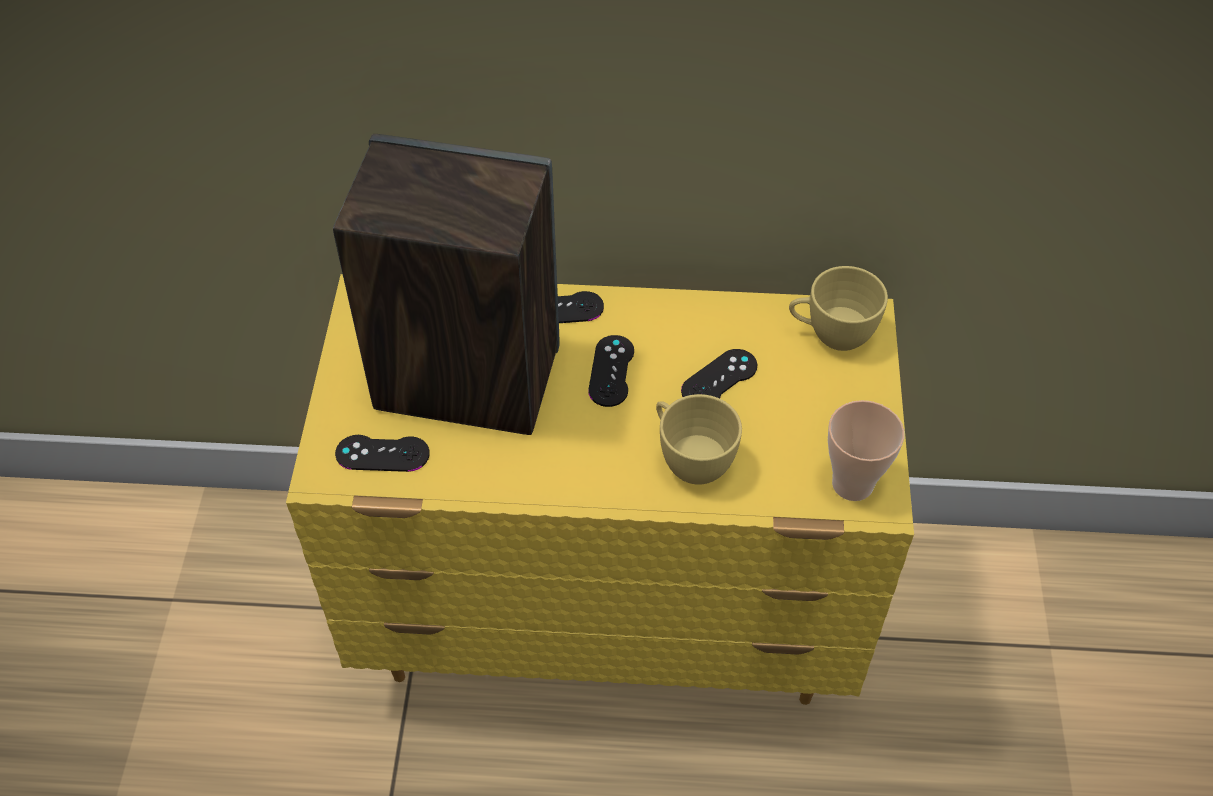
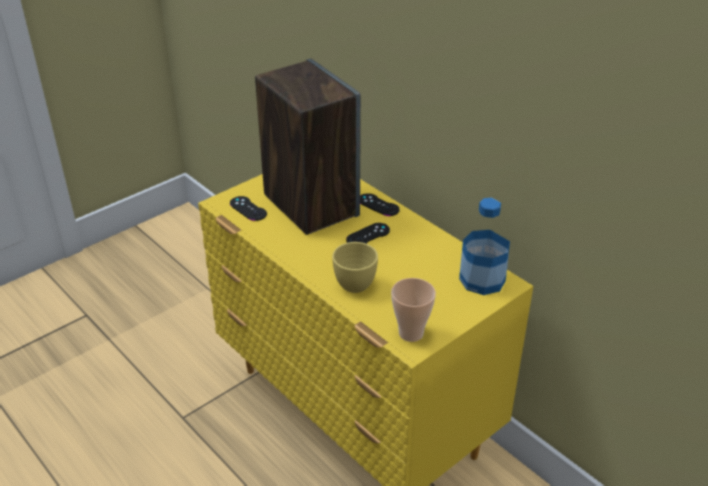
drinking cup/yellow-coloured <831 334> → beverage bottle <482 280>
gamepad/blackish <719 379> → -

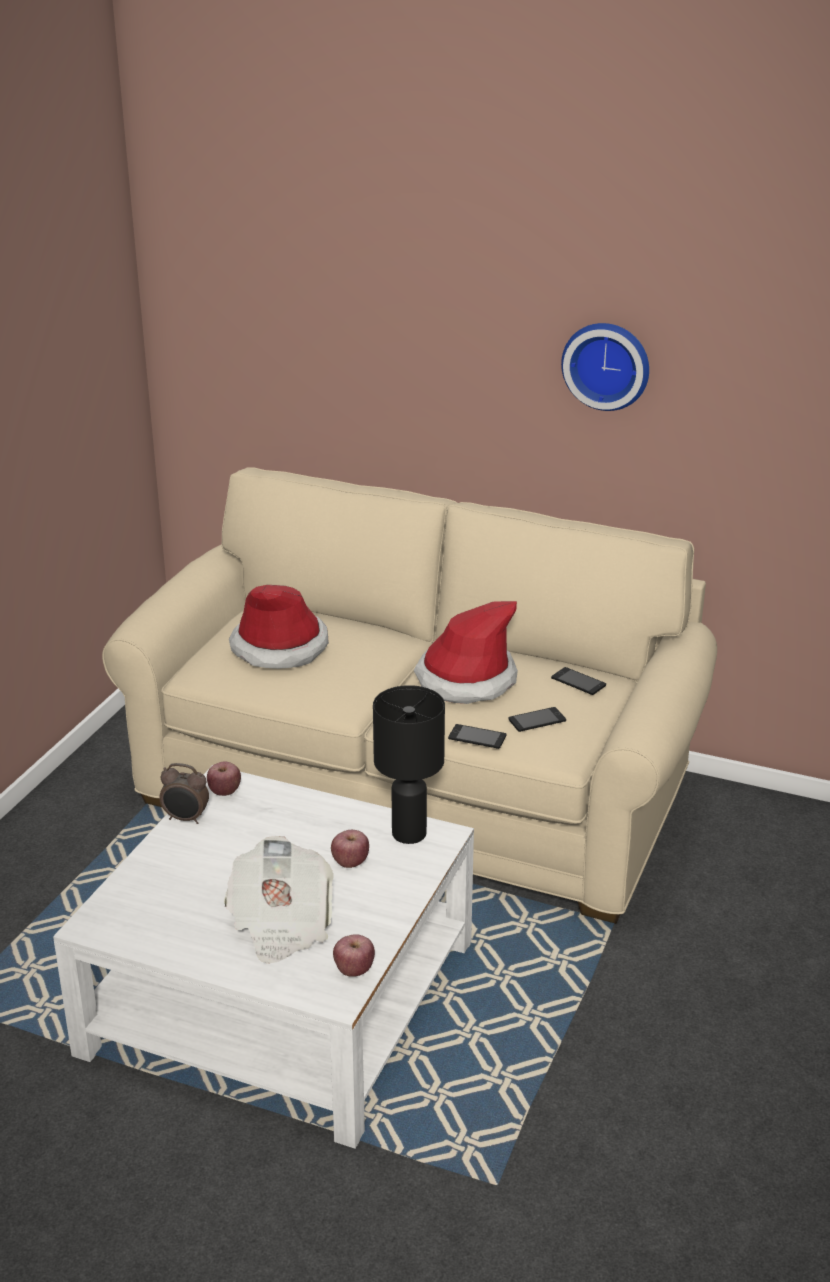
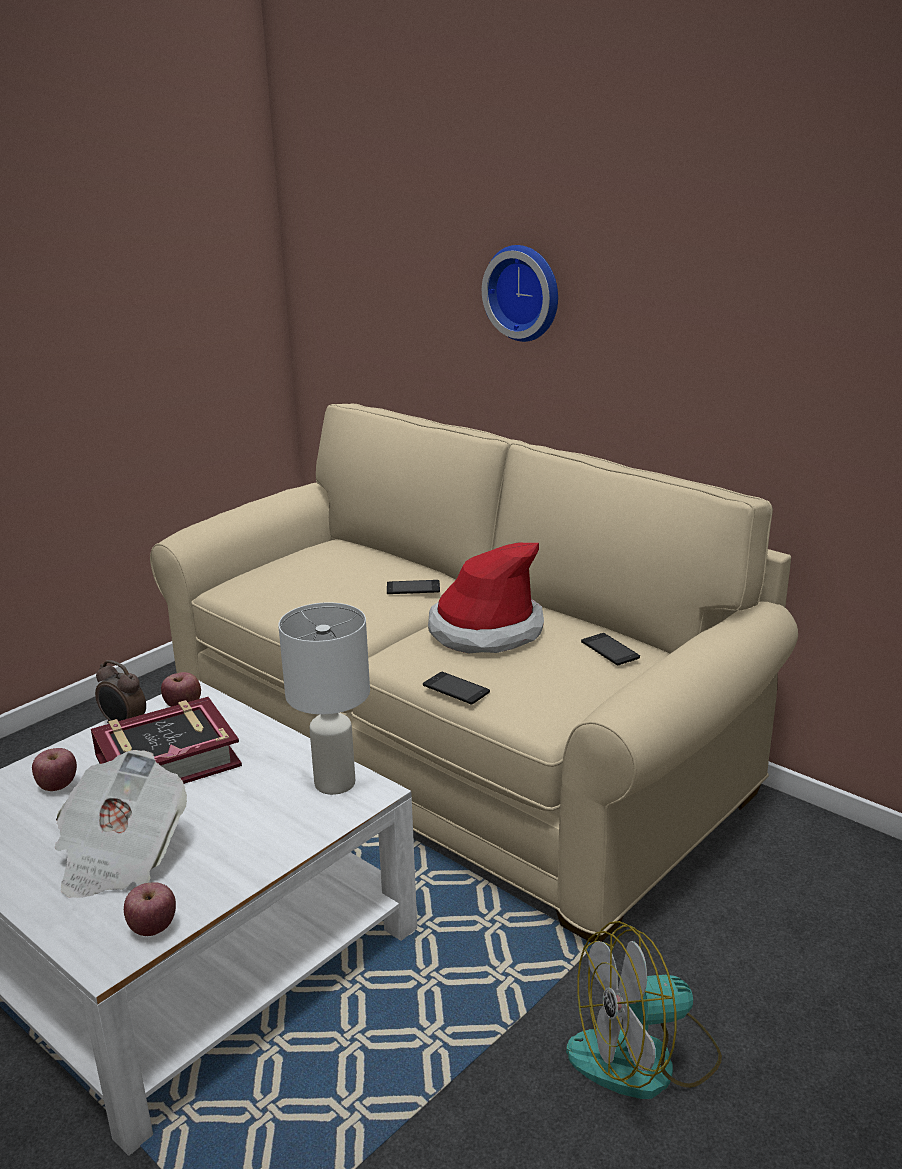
clock on the wall <607 364> → clock on the wall <525 292>, relocated
hat <279 647> → -
table lamp/blackish <409 834> → table lamp/whitish <334 783>
handset <537 720> → handset <413 588>, relocated
apple <350 862> → apple <58 786>, relocated
- → volume <167 760>
- → fan <644 1057>

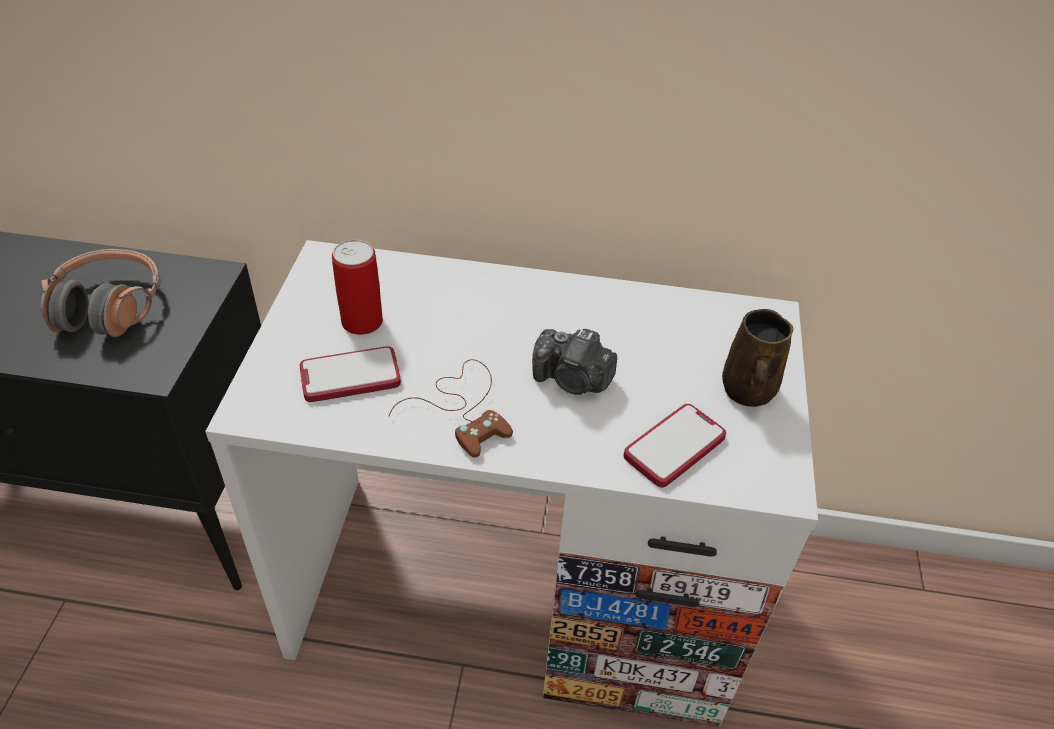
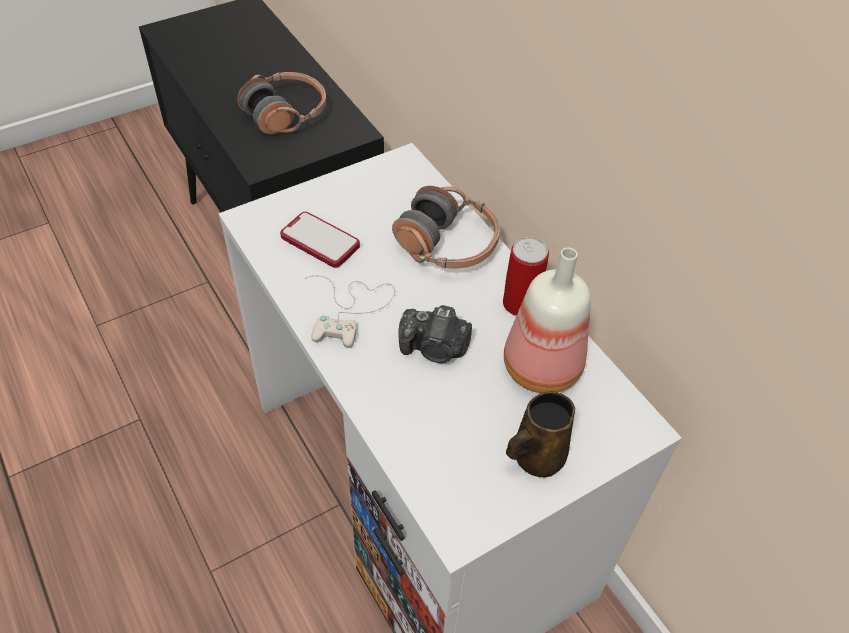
can <362 321> → can <520 303>, relocated
still camera <572 380> → still camera <434 348>, 60 degrees counterclockwise
gamepad/brown-coloured <463 407> → gamepad/whitish <350 309>
handset <674 447> → -
- → pair of headphones <447 244>
- → beverage bottle <542 369>

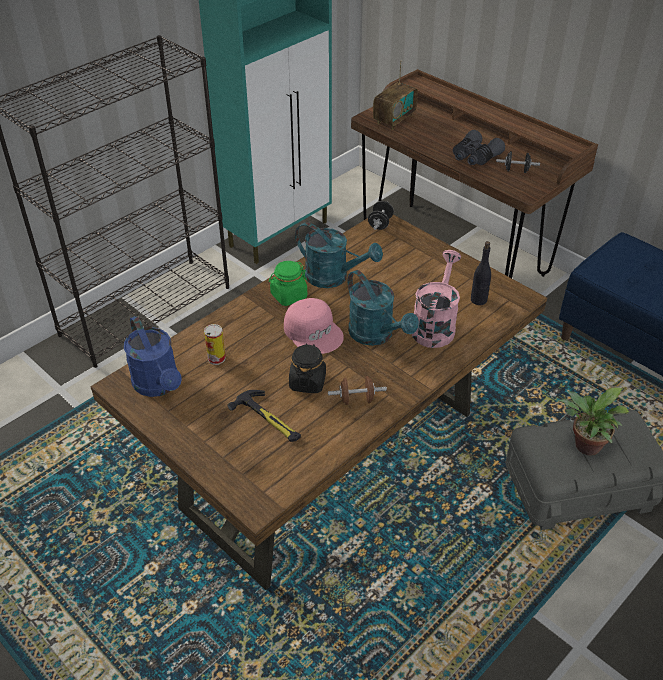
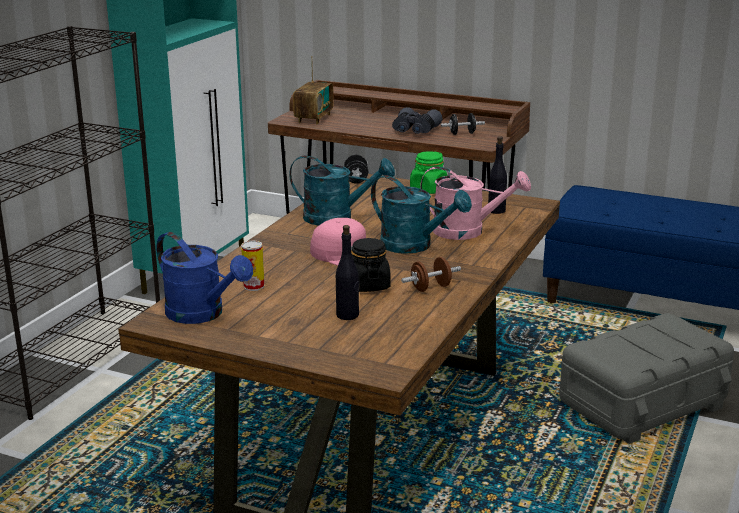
watering can/pink <435 325> → watering can/pink <468 231>, 105 degrees clockwise
preserve jar/green <288 296> → preserve jar/green <428 189>, relocated
houseplant <584 447> → -
hand hammer <268 419> → beverage bottle/blackish <348 315>

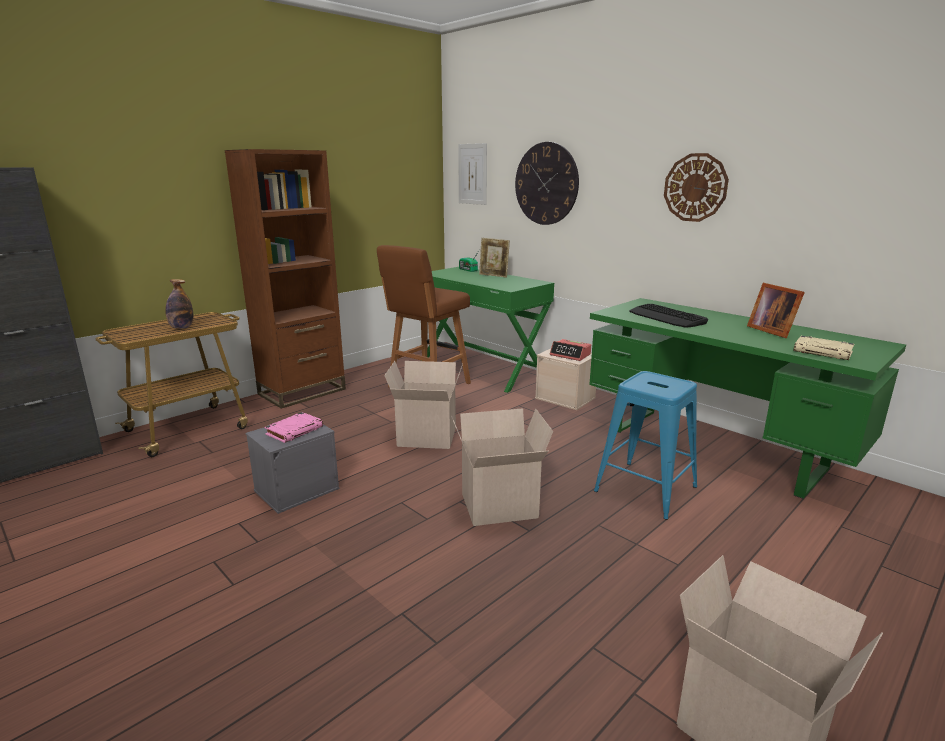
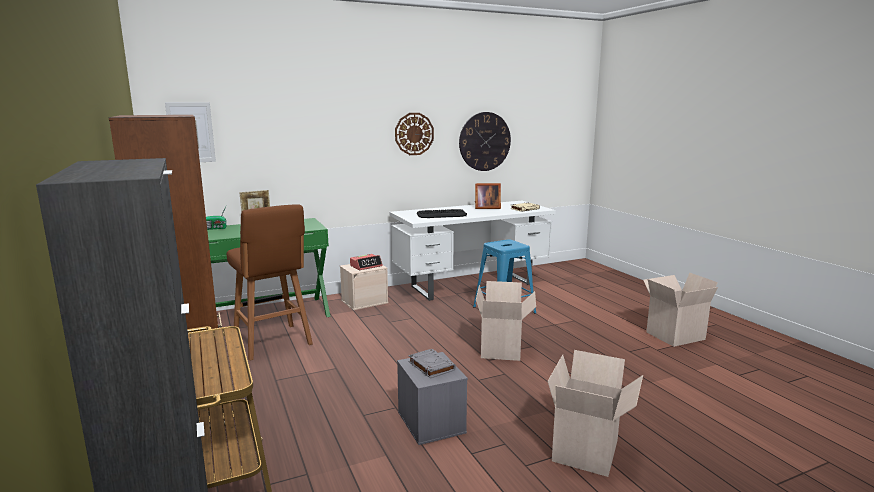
clock on the wall <546 184> → clock on the wall <484 141>, relocated
beverage bottle <181 328> → -
desk unit/green <715 448> → desk unit/whitish <471 285>
packing box <425 438> → packing box <587 452>, relocated
volume/pink <295 430> → volume/gray <431 366>

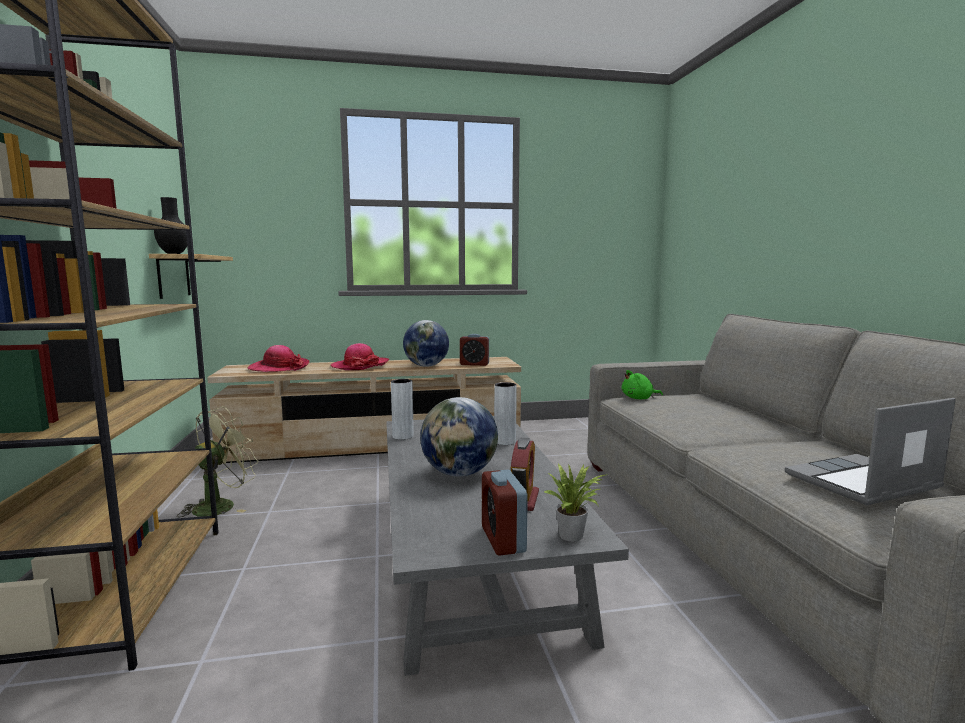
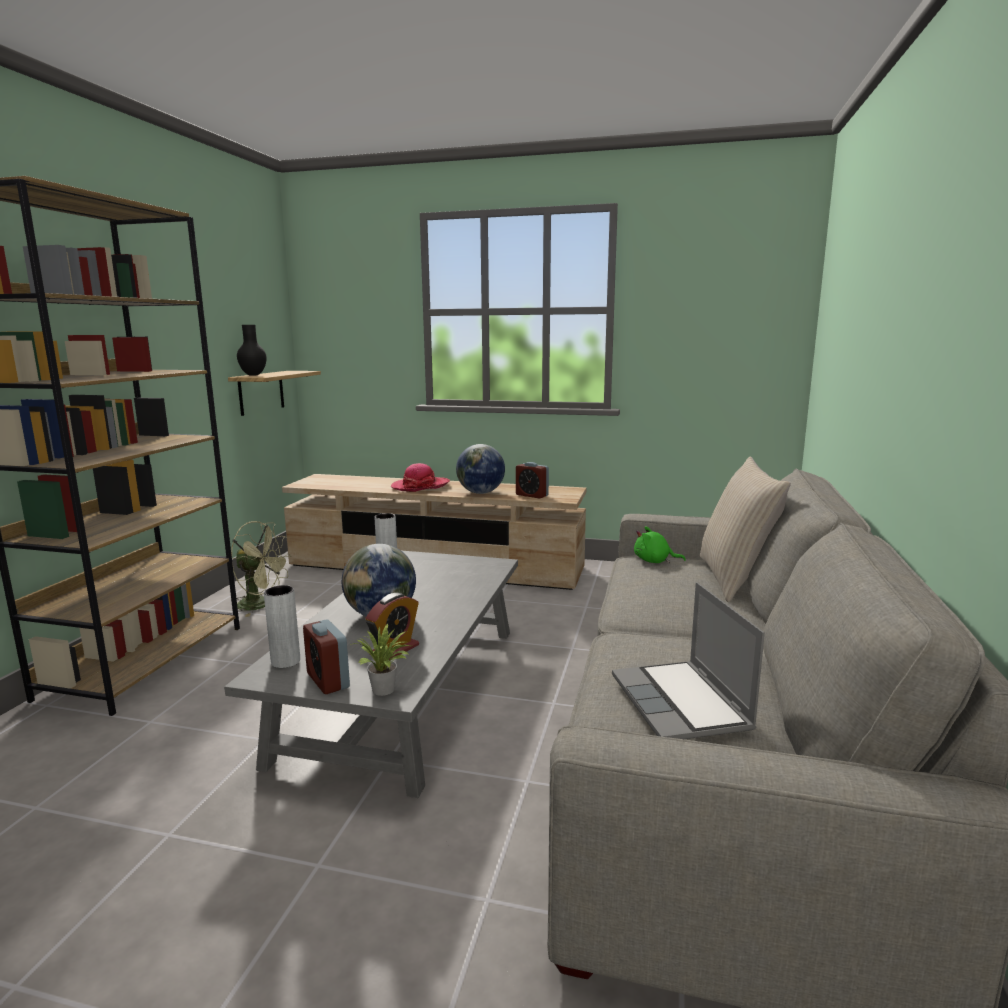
hat <279 368> → -
vase/gray <505 442> → vase/gray <285 661>, relocated
notebook computer <862 482> → notebook computer <682 704>, 105 degrees counterclockwise
fan/green <221 505> → fan/green <261 605>, 45 degrees clockwise
alarm clock <503 540> → alarm clock <328 680>, 45 degrees counterclockwise
- → throw pillow/beige-coloured <735 579>

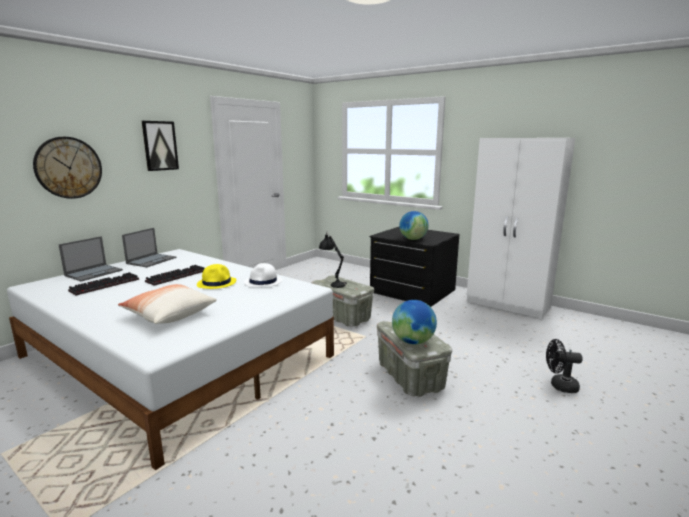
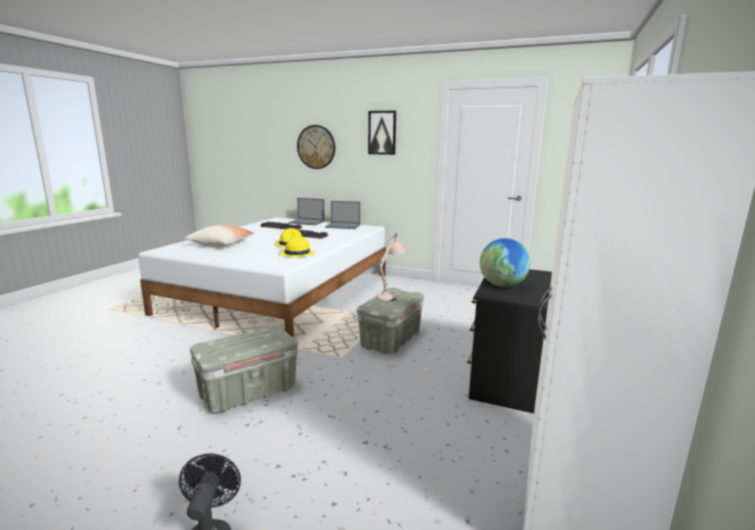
table lamp/blackish <333 283> → table lamp/beige-coloured <390 295>
hat/whitish <263 282> → hat/yellow-coloured <297 253>
world globe <412 342> → -

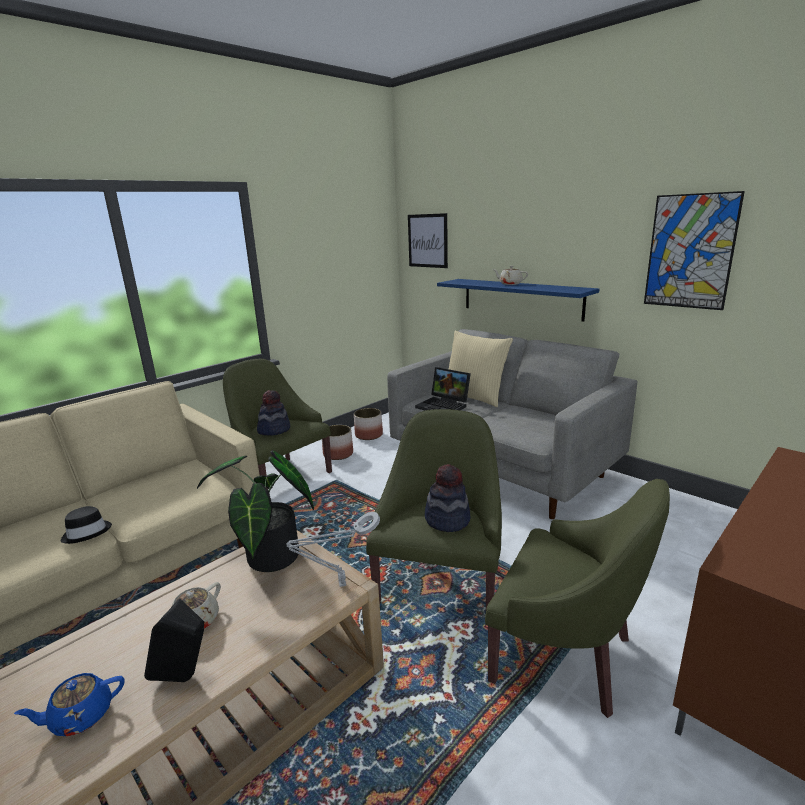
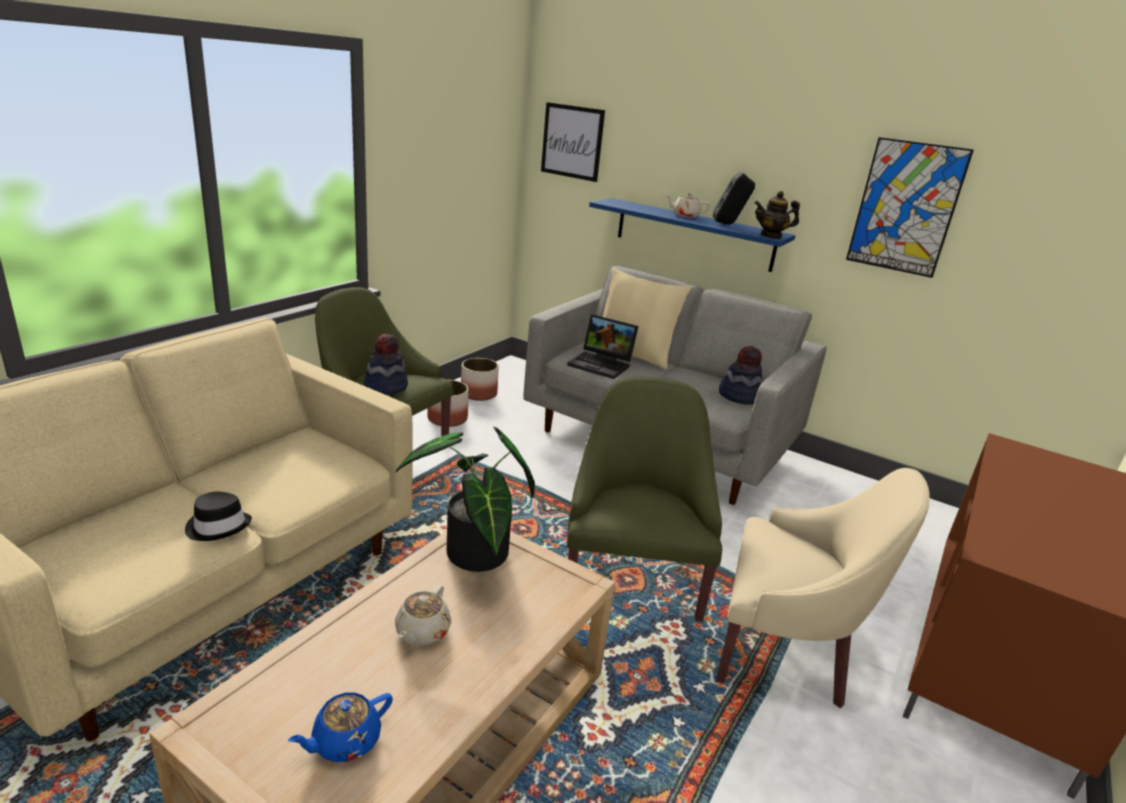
hat <447 519> → hat <739 396>, relocated
armchair/green <565 654> → armchair/beige-coloured <785 649>
table lamp/gray <339 585> → -
audio speaker/blackish <185 678> → audio speaker/blackish <729 224>, relocated
- → tea pot <771 236>

